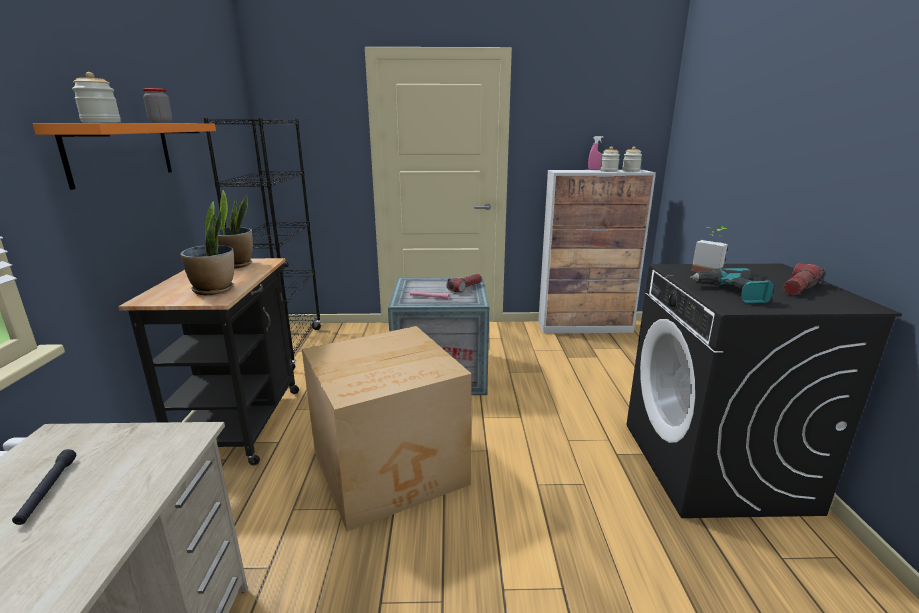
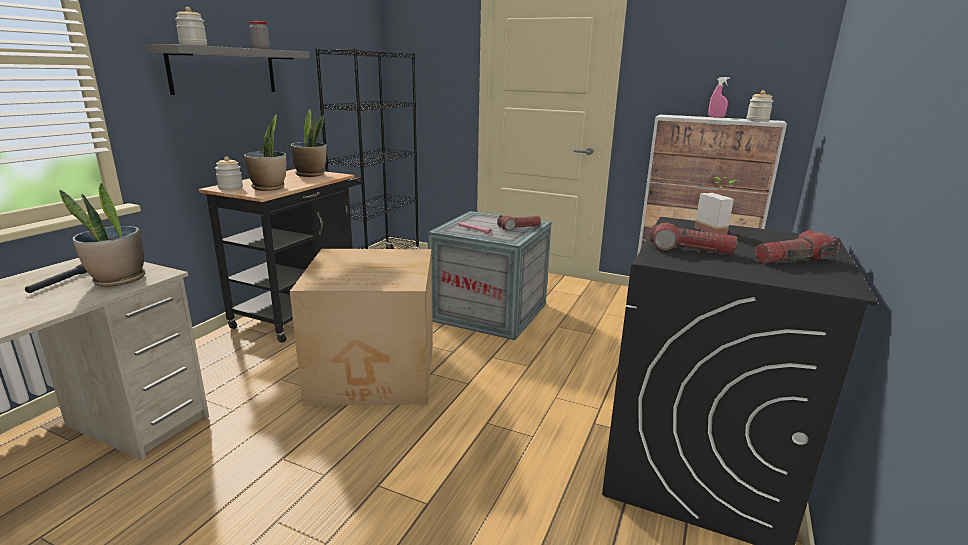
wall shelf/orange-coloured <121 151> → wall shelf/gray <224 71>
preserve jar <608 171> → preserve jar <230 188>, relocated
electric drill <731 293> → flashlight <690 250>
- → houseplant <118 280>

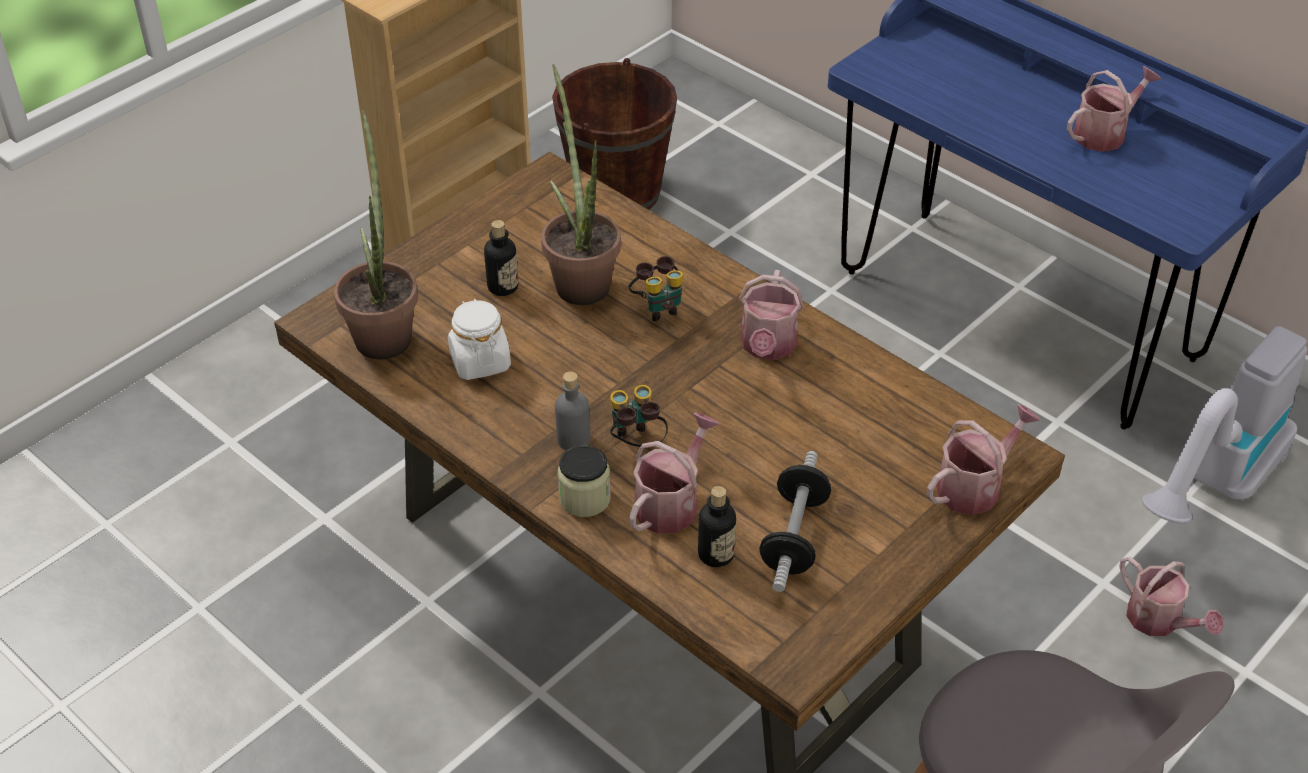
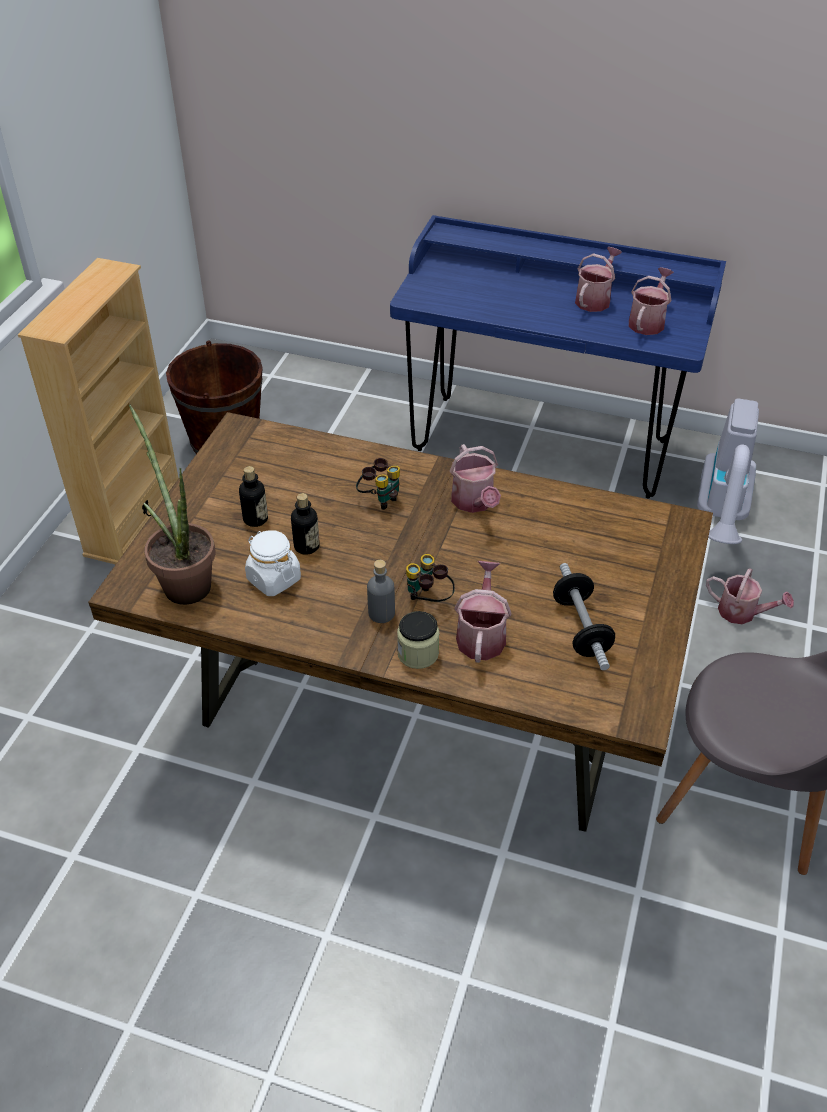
houseplant <580 279> → -
watering can <974 486> → watering can <648 321>, relocated
beverage bottle <716 554> → beverage bottle <306 546>, relocated

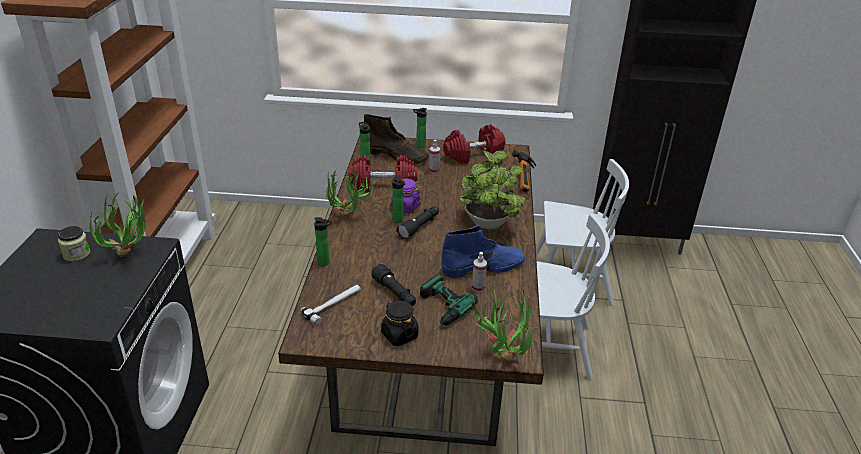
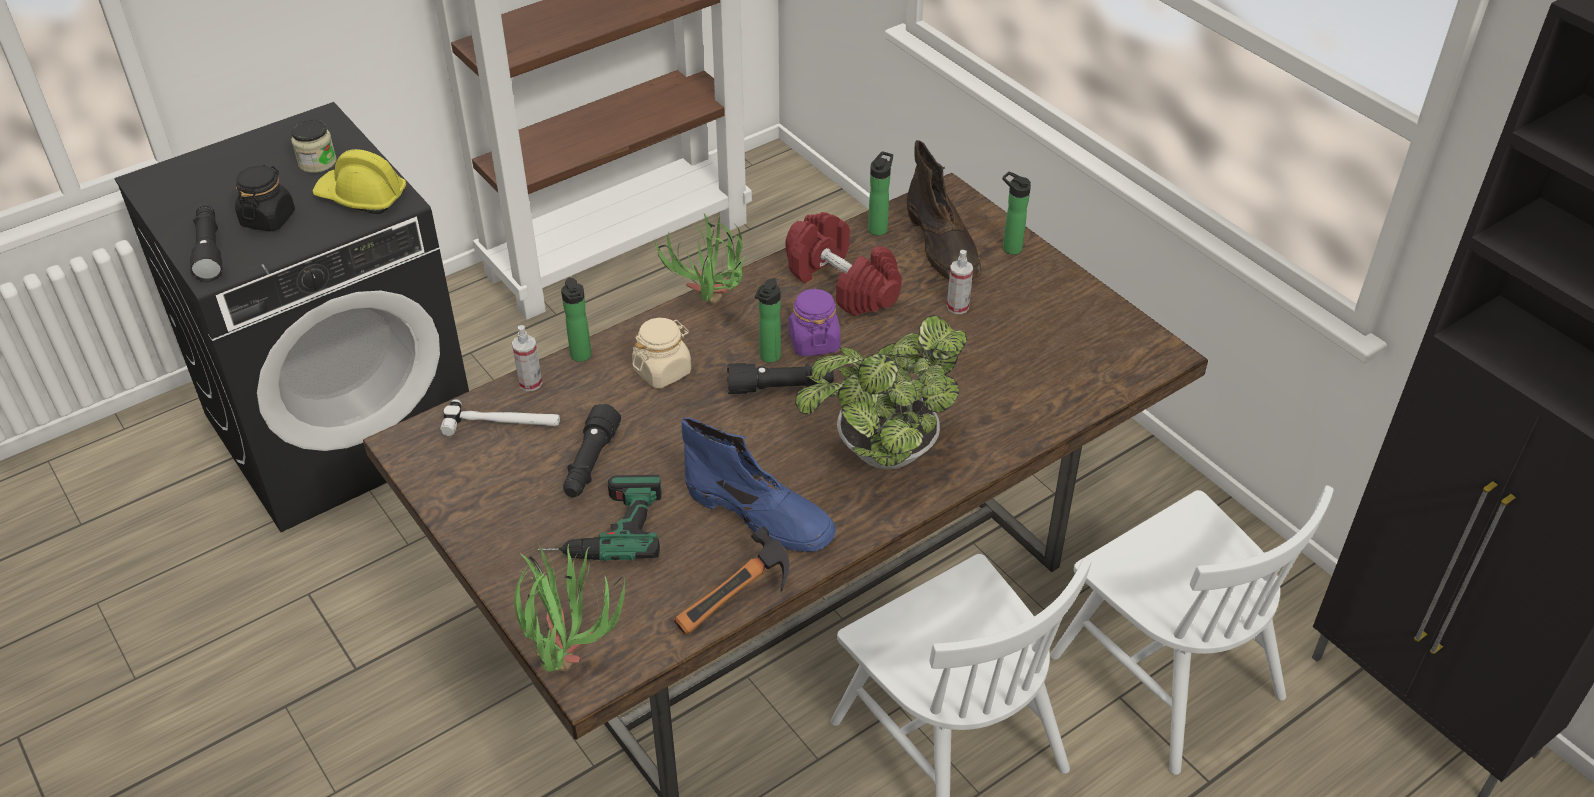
dumbbell/red-coloured <473 155> → -
hand hammer <525 180> → hand hammer <737 605>, relocated
houseplant <132 253> → work helmet/yellow-coloured <361 197>
spray bottle <478 287> → spray bottle <530 383>, relocated
preserve jar/blackish <399 335> → preserve jar/blackish <268 218>, relocated
- → flashlight/blackish <209 251>
- → preserve jar/beige-coloured <662 371>

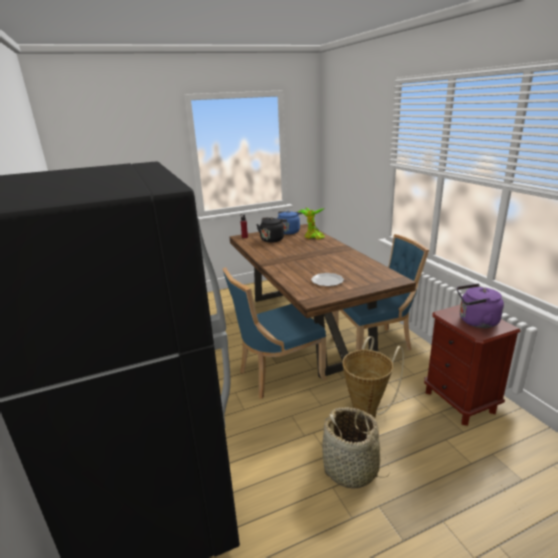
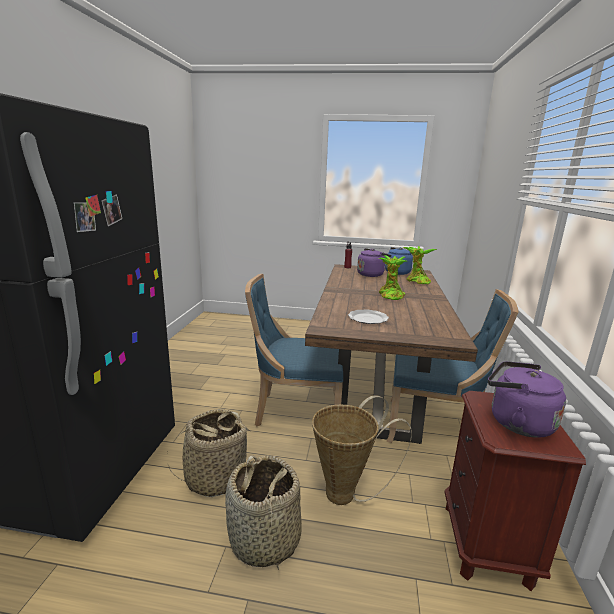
water kettle/blackish <272 239> → water kettle/purple <371 274>
- → houseplant <390 296>
- → storage basket <215 477>

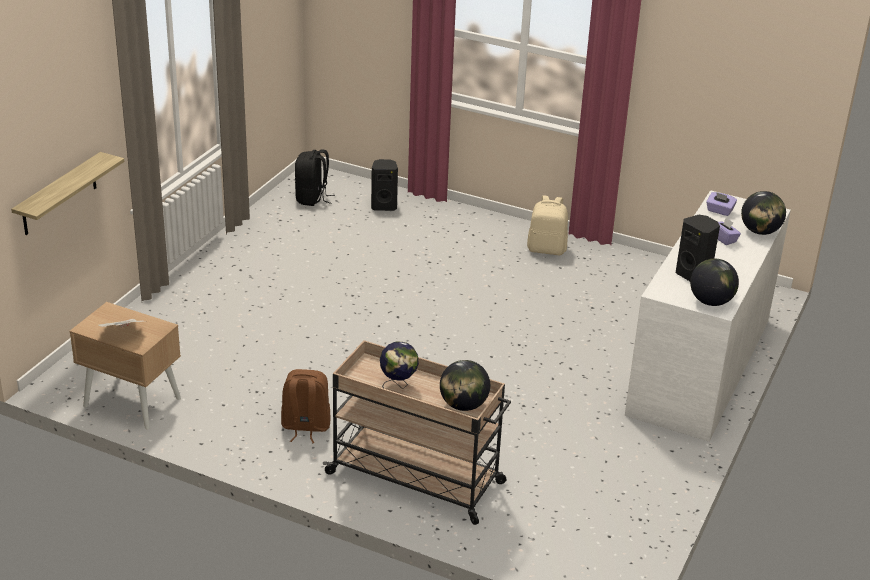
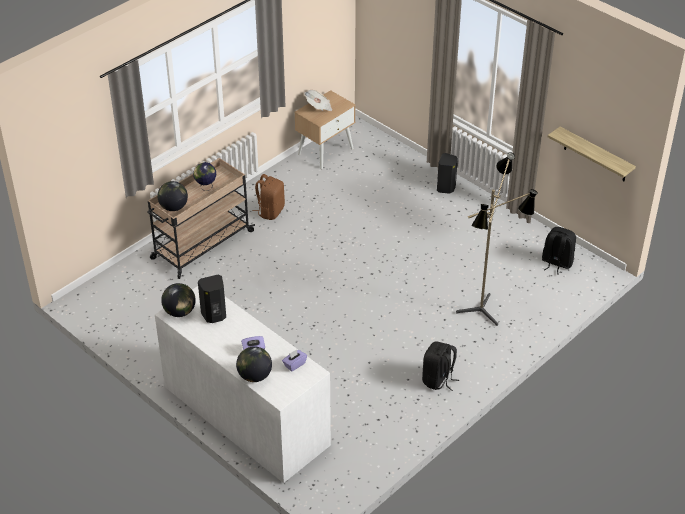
wall shelf <59 194> → wall shelf <595 155>, relocated
audio speaker/blackish <384 206> → audio speaker/blackish <446 188>, relocated
rucksack/beige-coloured <547 249> → rucksack/blackish <438 380>
- → floor lamp <486 312>

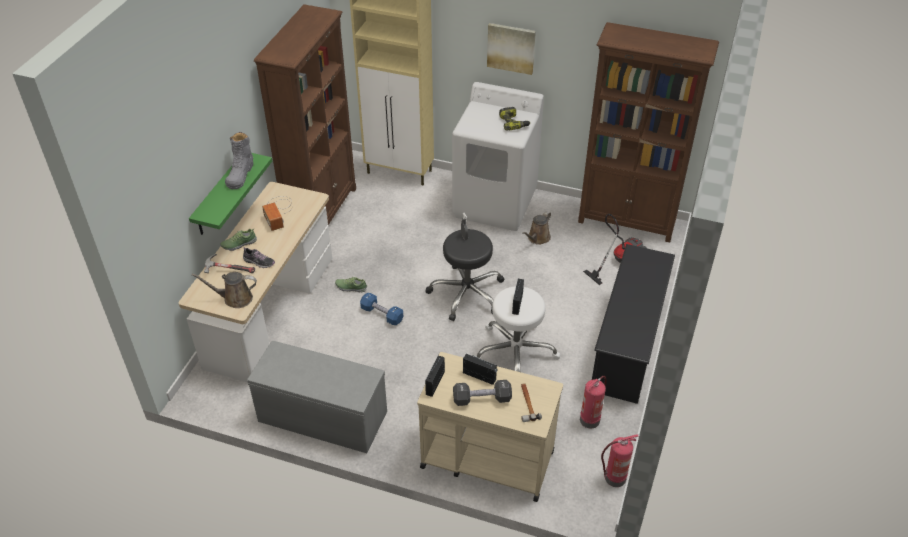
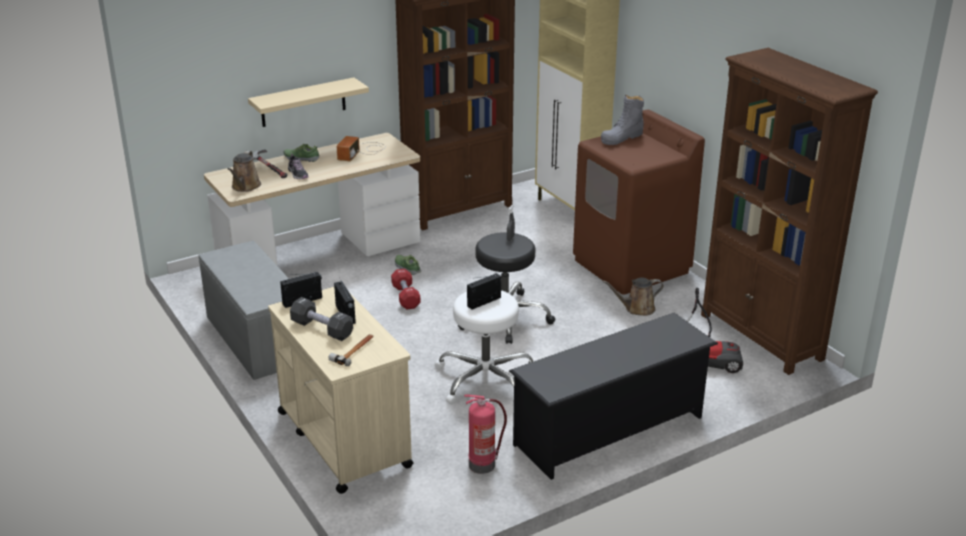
wall art <511 48> → -
washing machine/whitish <495 203> → washing machine/brown-coloured <631 266>
electric drill <513 123> → -
boot/gray <240 174> → boot/gray <622 137>, relocated
wall shelf/green <219 195> → wall shelf/beige-coloured <303 102>
watering can/brown-coloured <235 298> → watering can/brown-coloured <245 187>, 120 degrees counterclockwise
dumbbell/bluish <382 314> → dumbbell/red-coloured <406 297>
fire extinguisher <614 478> → -

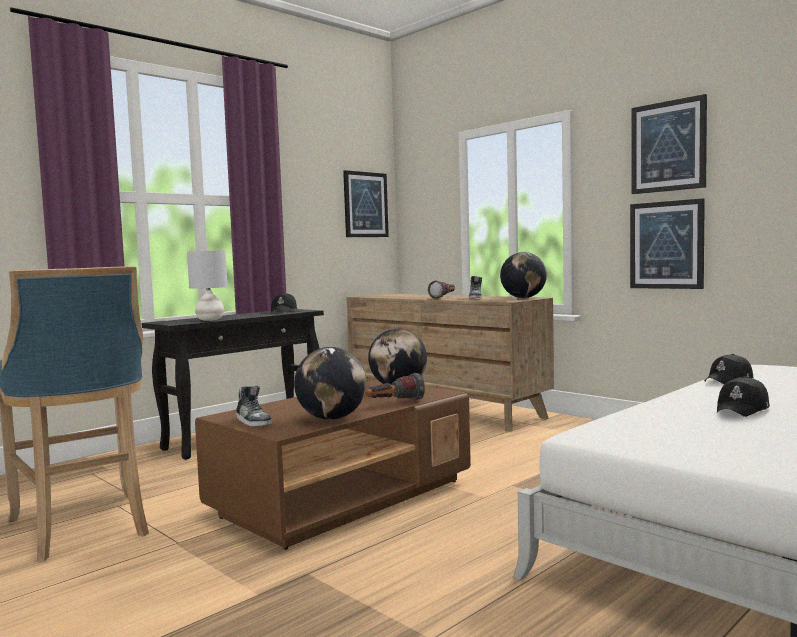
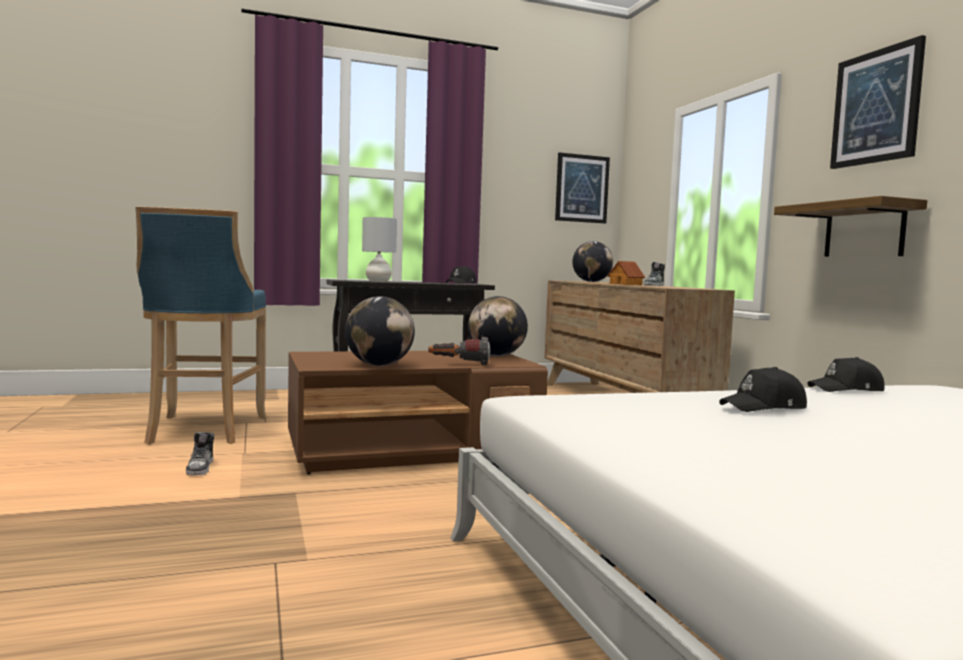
wall art <666 245> → wall shelf <864 230>
world globe <523 298> → world globe <591 282>, relocated
flashlight <444 298> → model house <626 284>
low shoe <253 421> → low shoe <200 468>, relocated

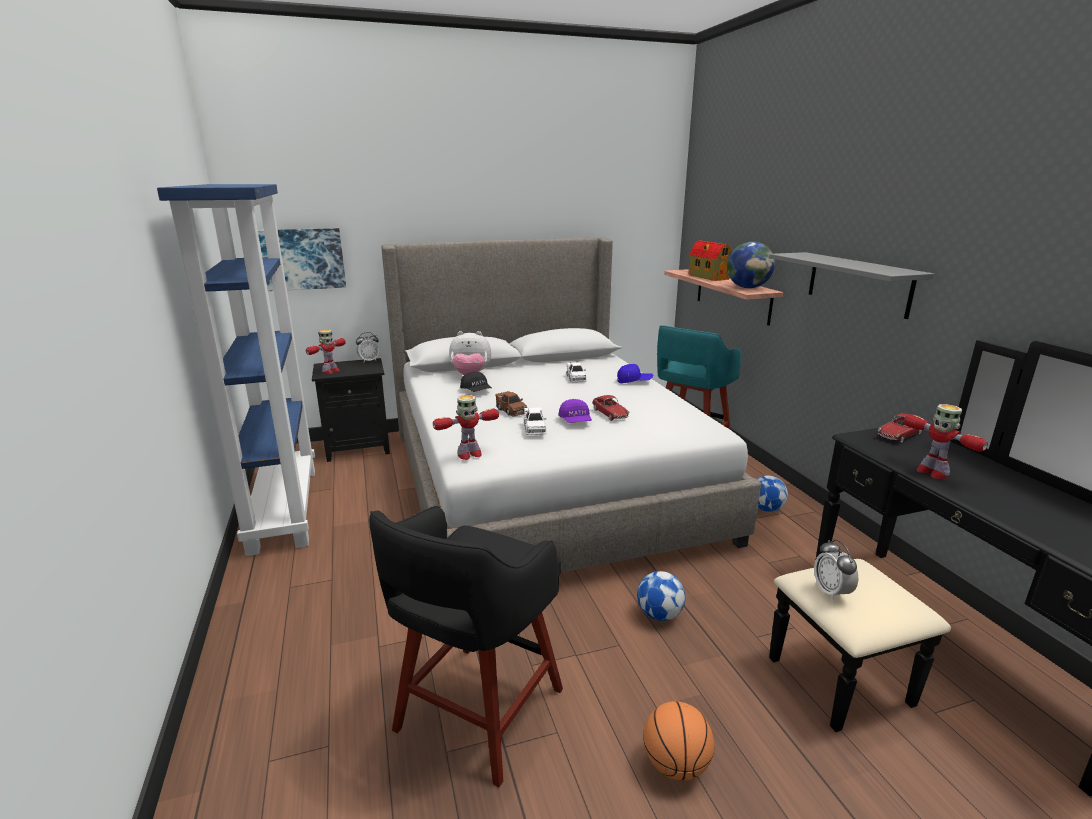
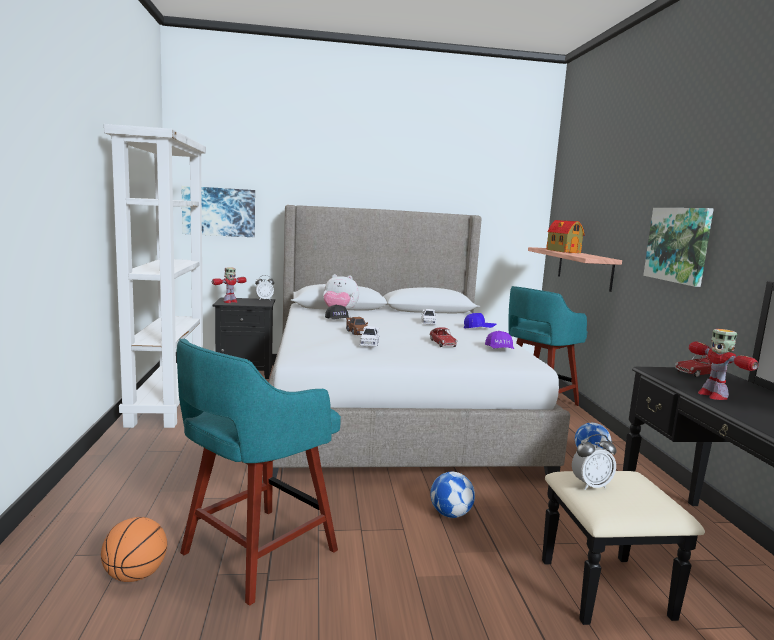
bookshelf/bluish <283 507> → bookshelf/whitish <166 402>
world globe <747 287> → -
wall shelf/gray <858 283> → wall art <678 245>
toy robot <469 454> → -
peaked cap/purple <575 421> → peaked cap/purple <499 350>, relocated
sitting stool/blackish <476 713> → sitting stool/turquoise-coloured <255 554>
alarm clock <831 592> → alarm clock <591 485>, 105 degrees counterclockwise
basketball ball <675 765> → basketball ball <135 575>, relocated

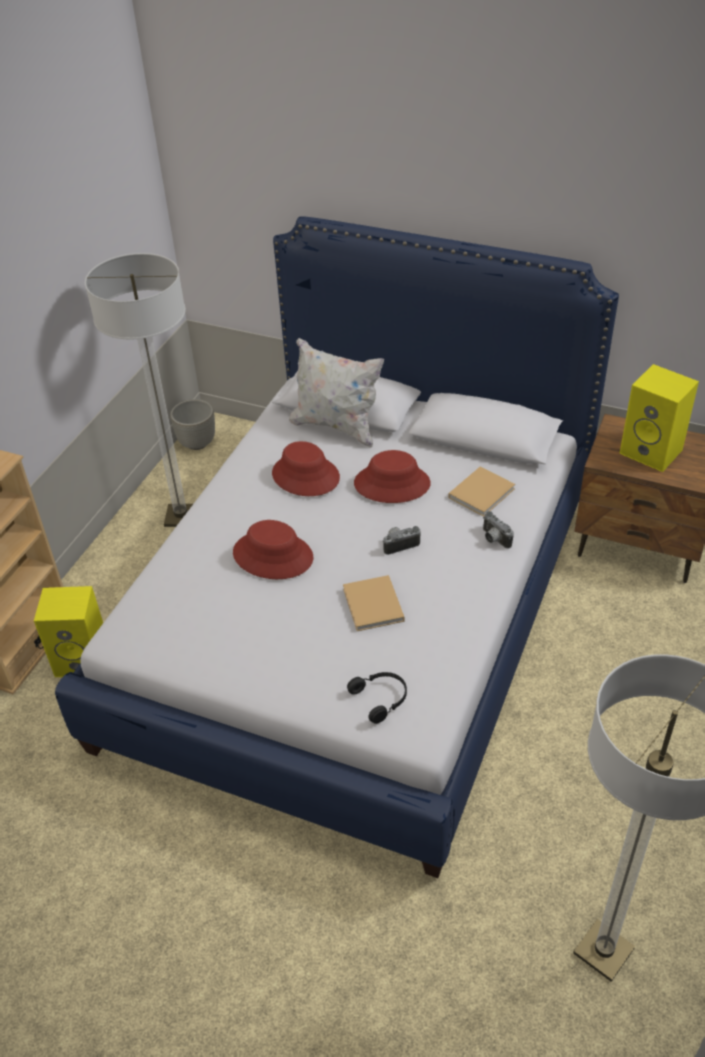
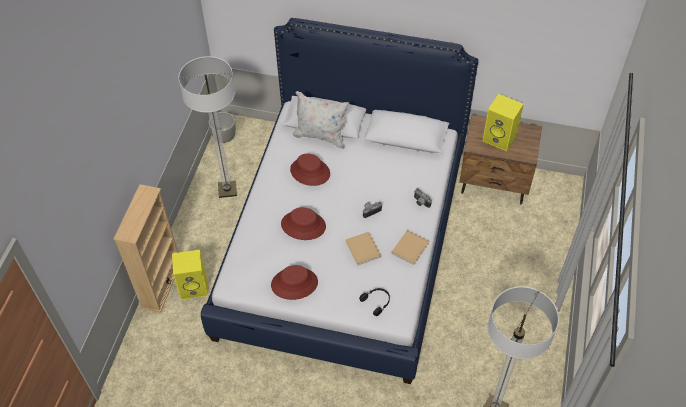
hat/red-coloured <392 483> → hat/red-coloured <294 283>, relocated
volume/beige-coloured <482 492> → volume/beige-coloured <411 247>, relocated

